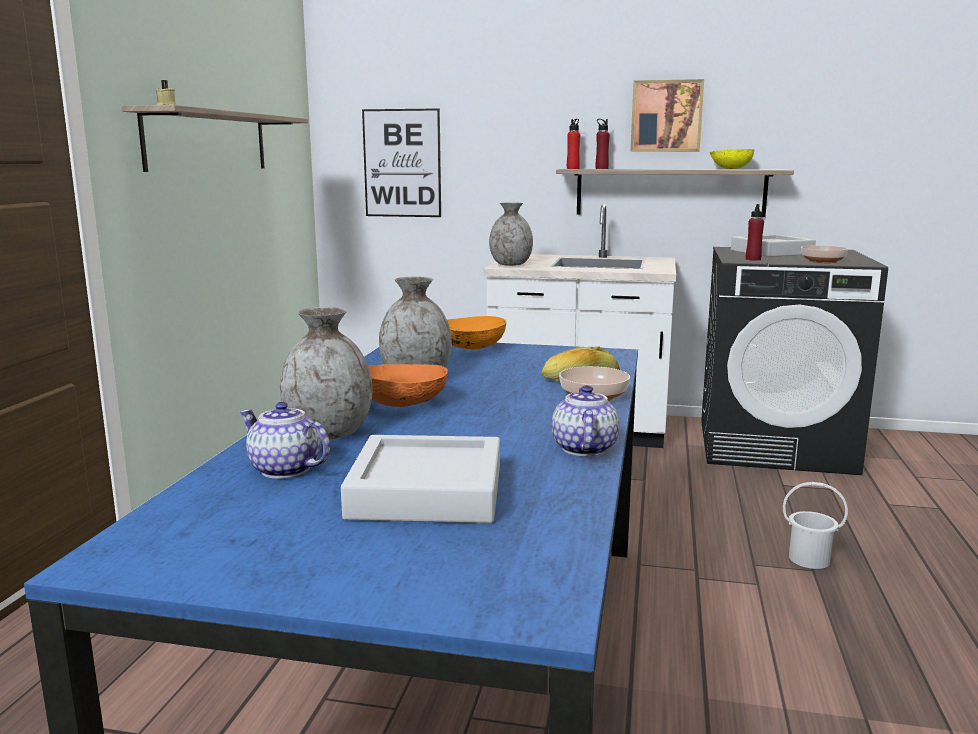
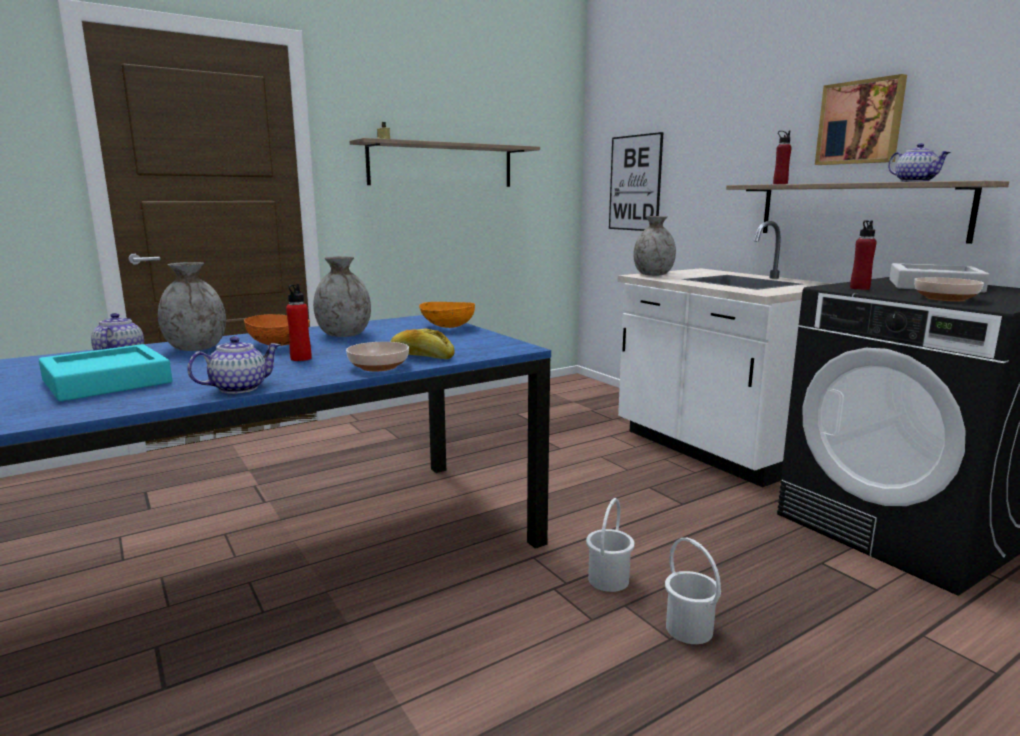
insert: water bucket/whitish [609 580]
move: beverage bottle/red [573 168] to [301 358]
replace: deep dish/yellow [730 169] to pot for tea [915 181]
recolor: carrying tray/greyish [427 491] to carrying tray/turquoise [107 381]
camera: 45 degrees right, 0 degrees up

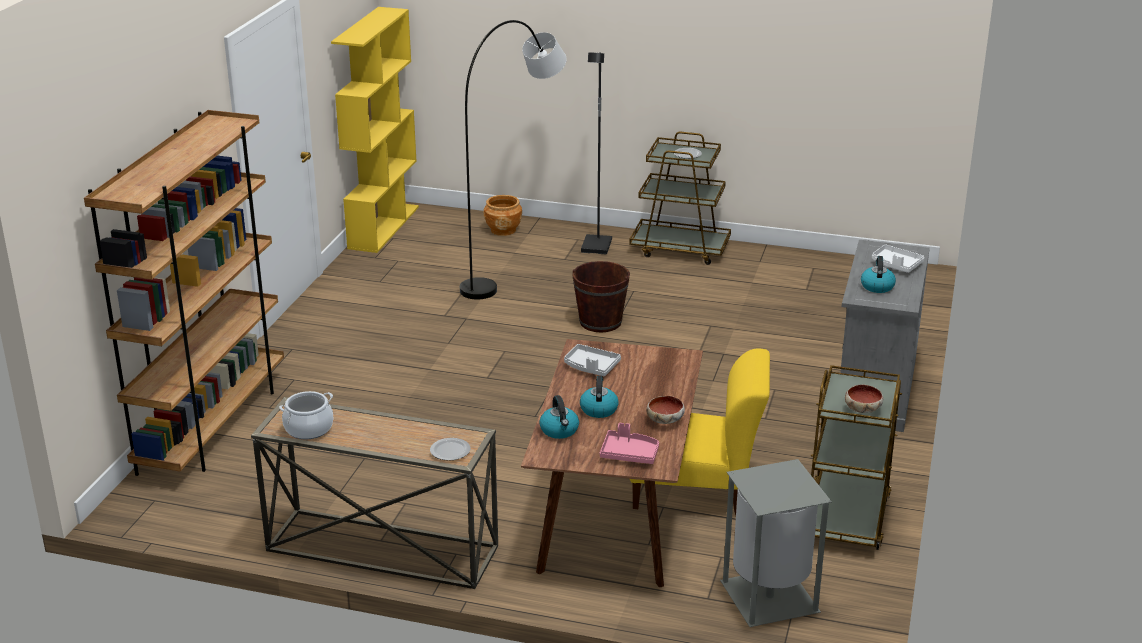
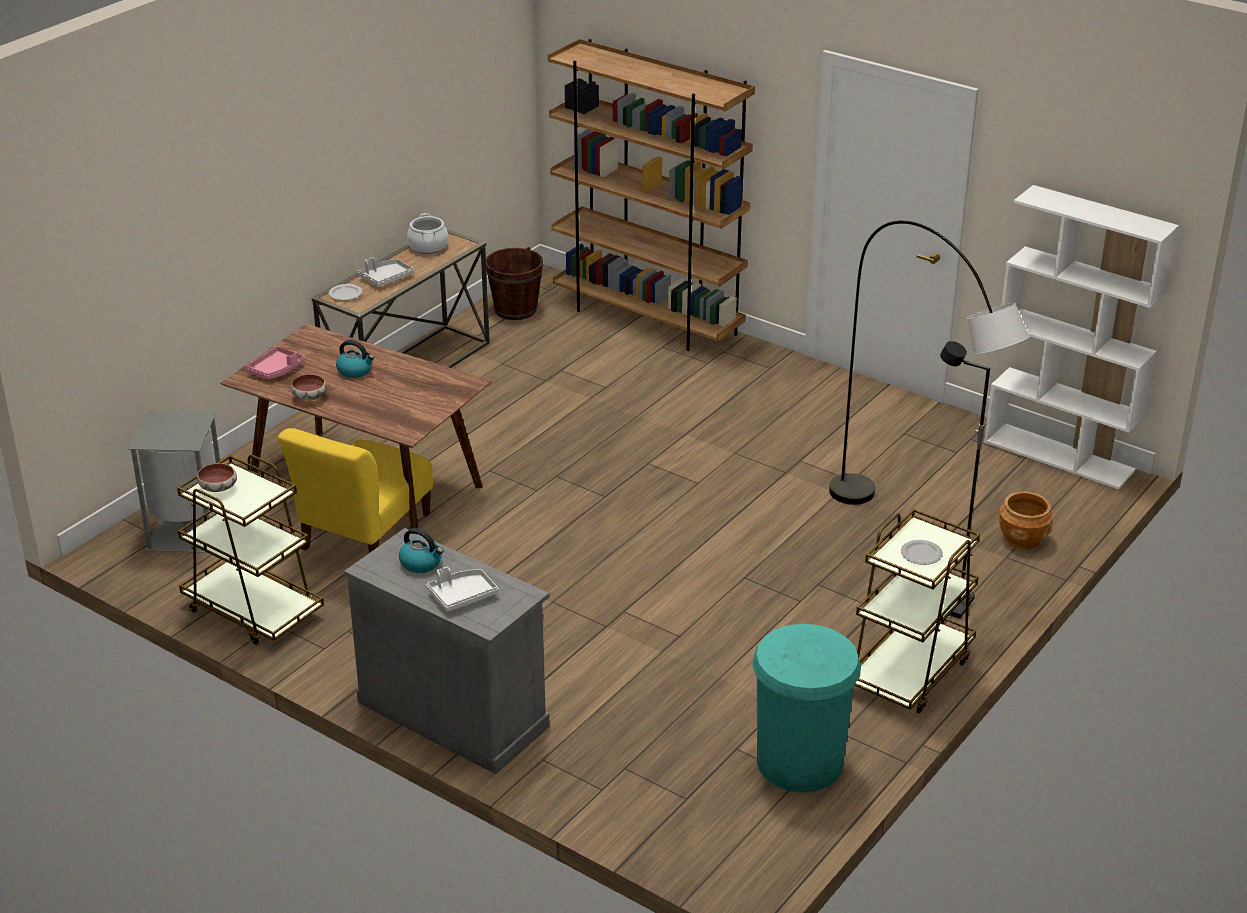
delete: kettle [559 430]
insert: waste bin/turquoise [800 762]
move: water bucket/brown-coloured [600 322] to [515 309]; carrying tray/greyish [591 367] to [386 278]
recolor: bookcase/yellow [383 227] to bookcase/whitish [1060 456]
camera: 110 degrees right, 5 degrees up

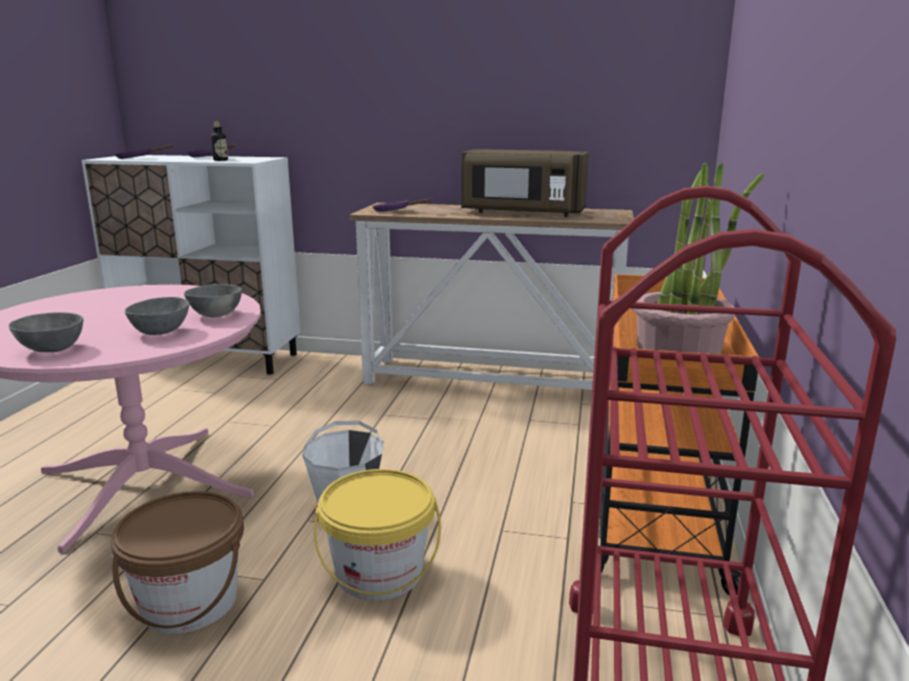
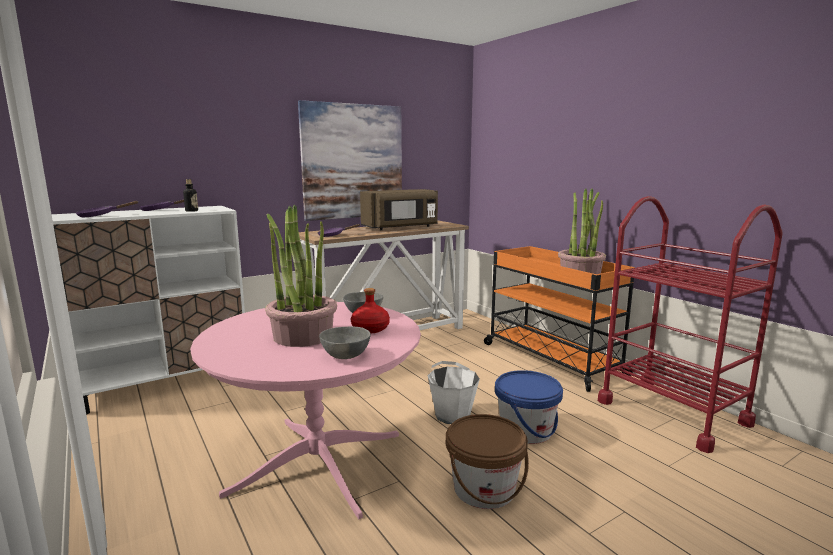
insert: wall art [353 161]; plant in a pot [303 335]
replace: deep dish/greyish [162 331] to beverage bottle/red [370 328]
recolor: water bucket/yellow [379 573] to water bucket/blue [526 430]
camera: 45 degrees left, 5 degrees down

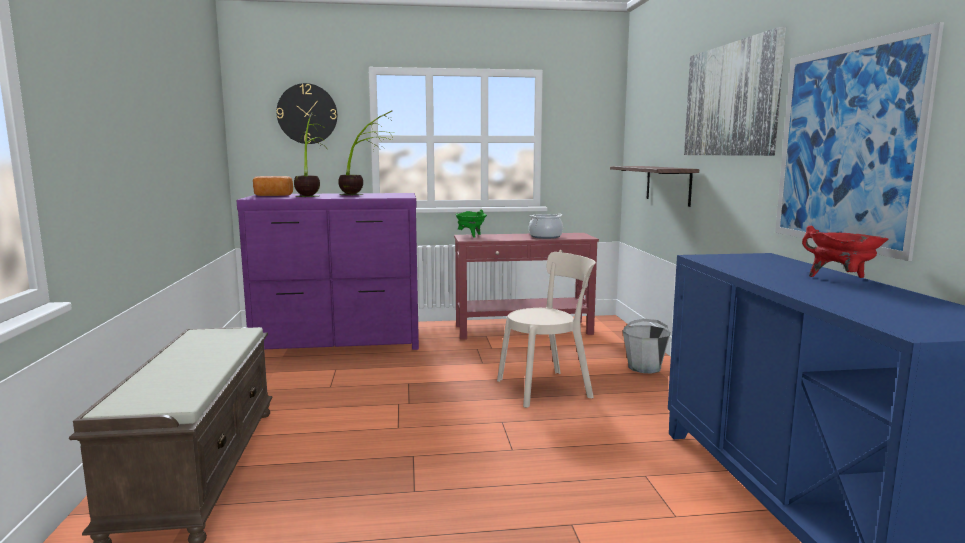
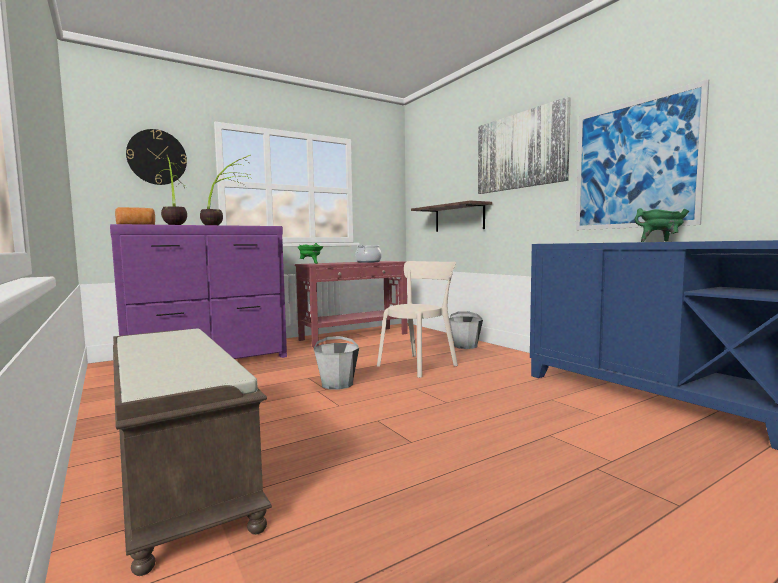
insert: water bucket/greyish [337 384]
recolor: cooking pot/red [841 280] to cooking pot/green [661 241]
camera: 25 degrees left, 5 degrees down

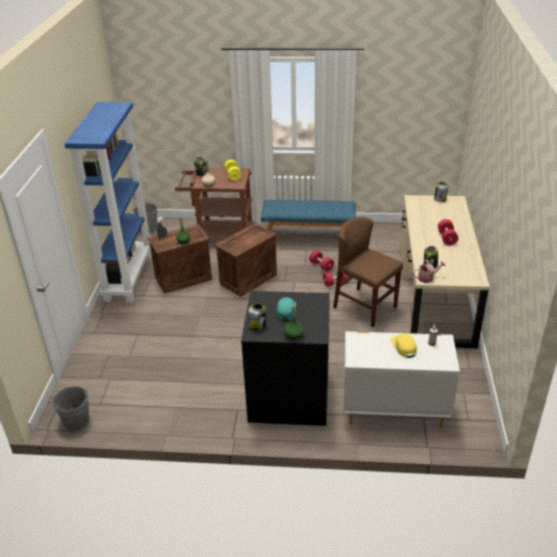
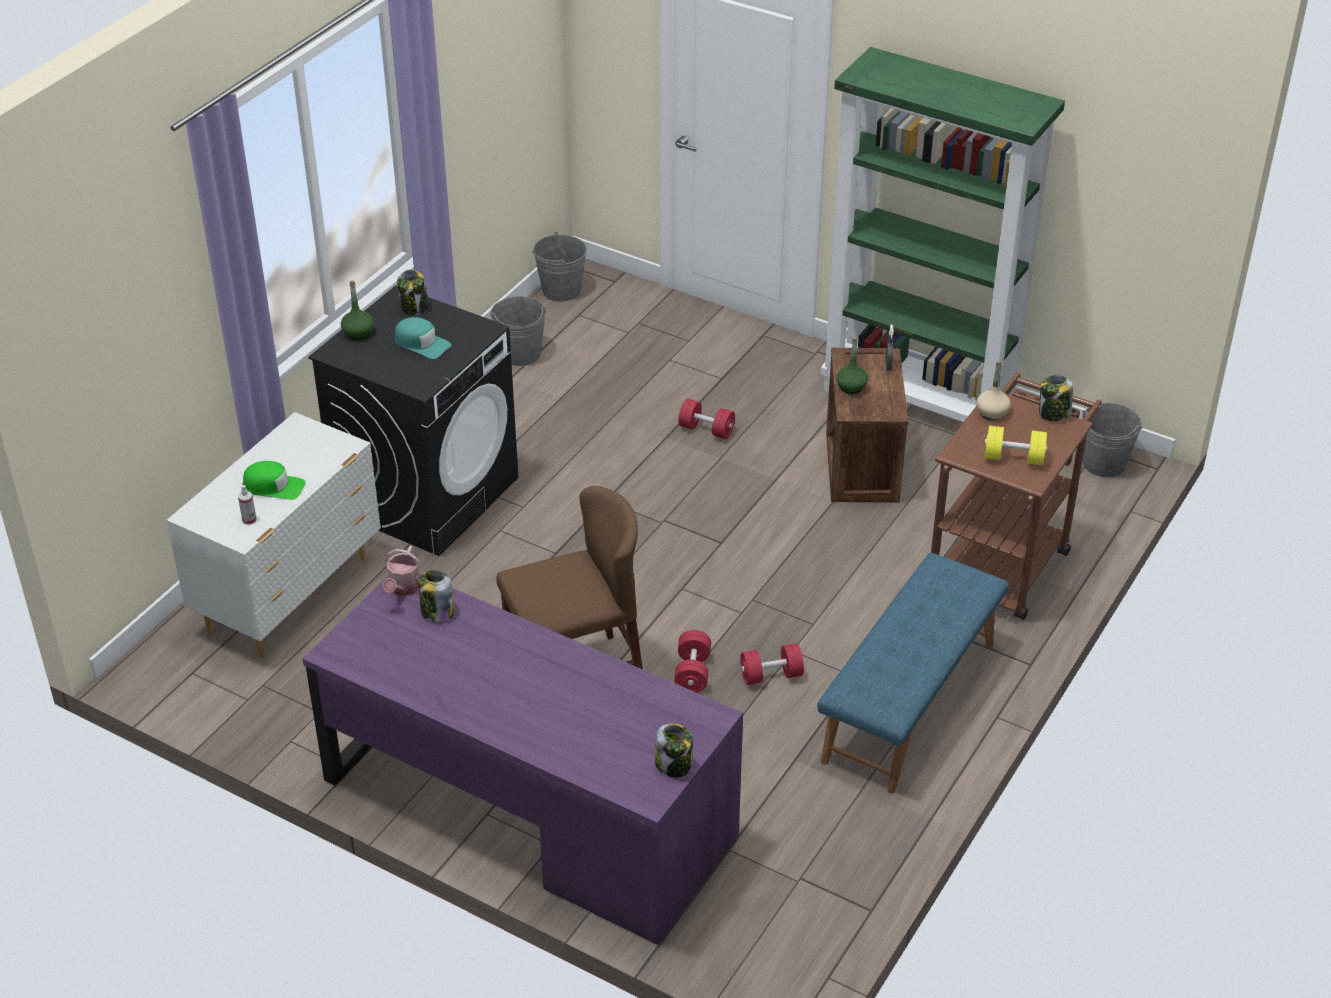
delete: packing crate [248 279]
insert: water bucket/greyish [520 354]
move: free weight/red [447 238] to [706 430]
recolor: bookcase/blue [128 276] to bookcase/green [919 402]; desk/sand-coloured [434 295] to desk/purple [528 809]; peaked cap/yellow [403 346] to peaked cap/green [273 486]
camera: 115 degrees right, 5 degrees up

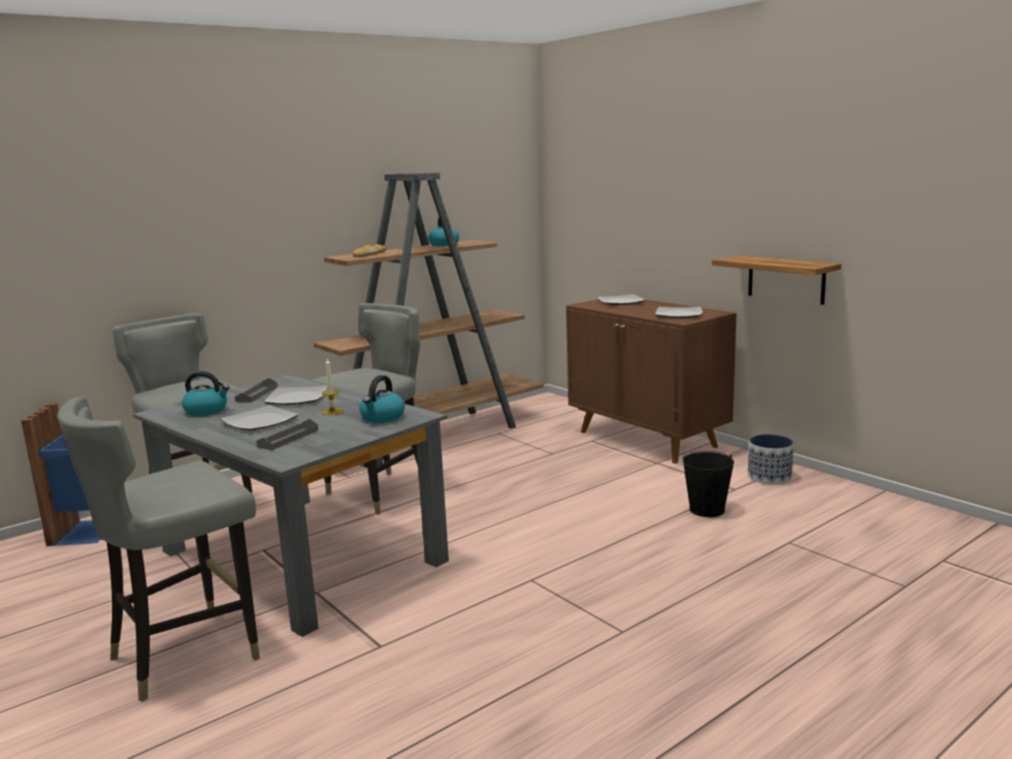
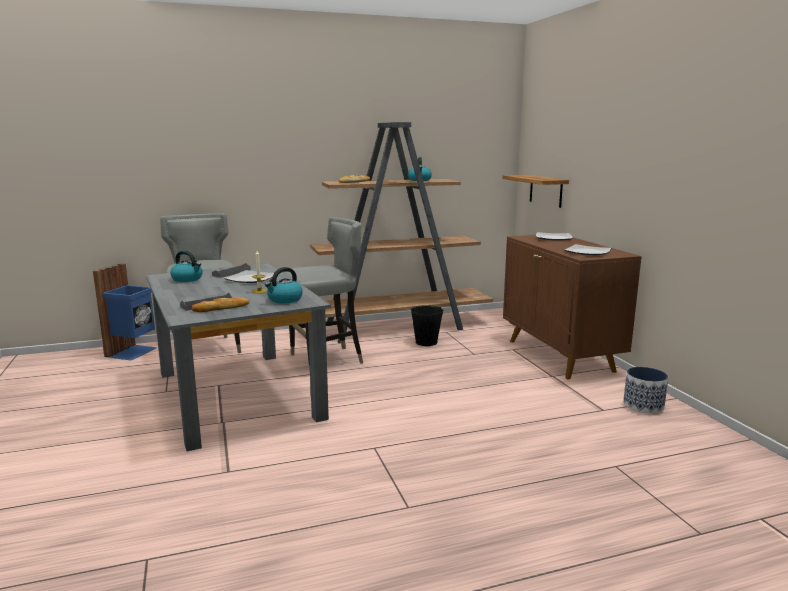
delete: chair/greyish [186 654]; plate [260 422]
insert: baked bread [221 308]
move: wall shelf [786 279] to [546 190]; water bucket/black [707 510] to [426 342]
camera: 20 degrees right, 0 degrees up

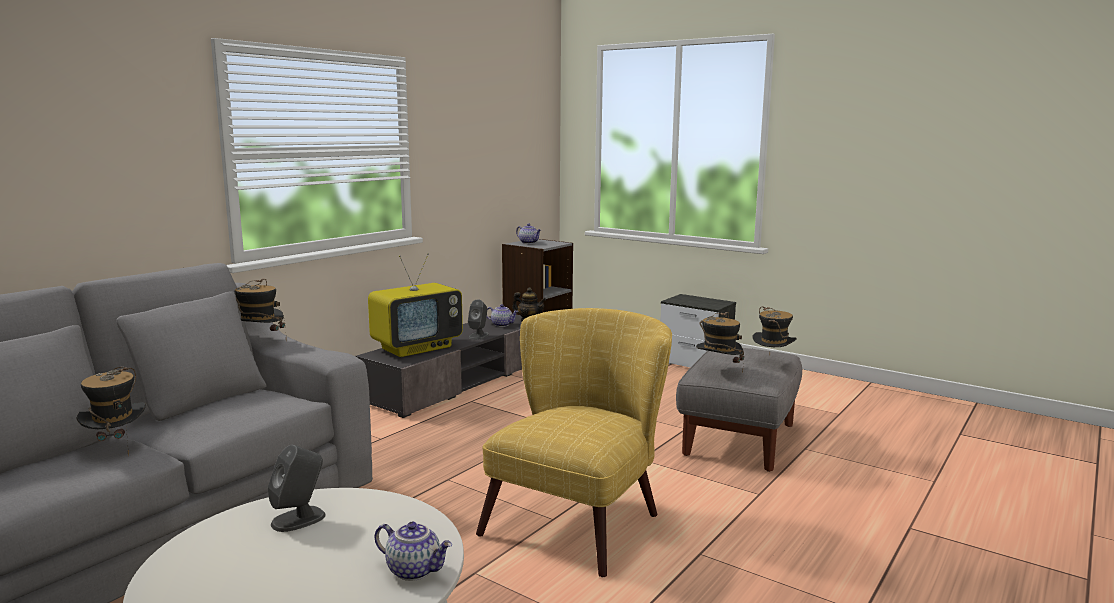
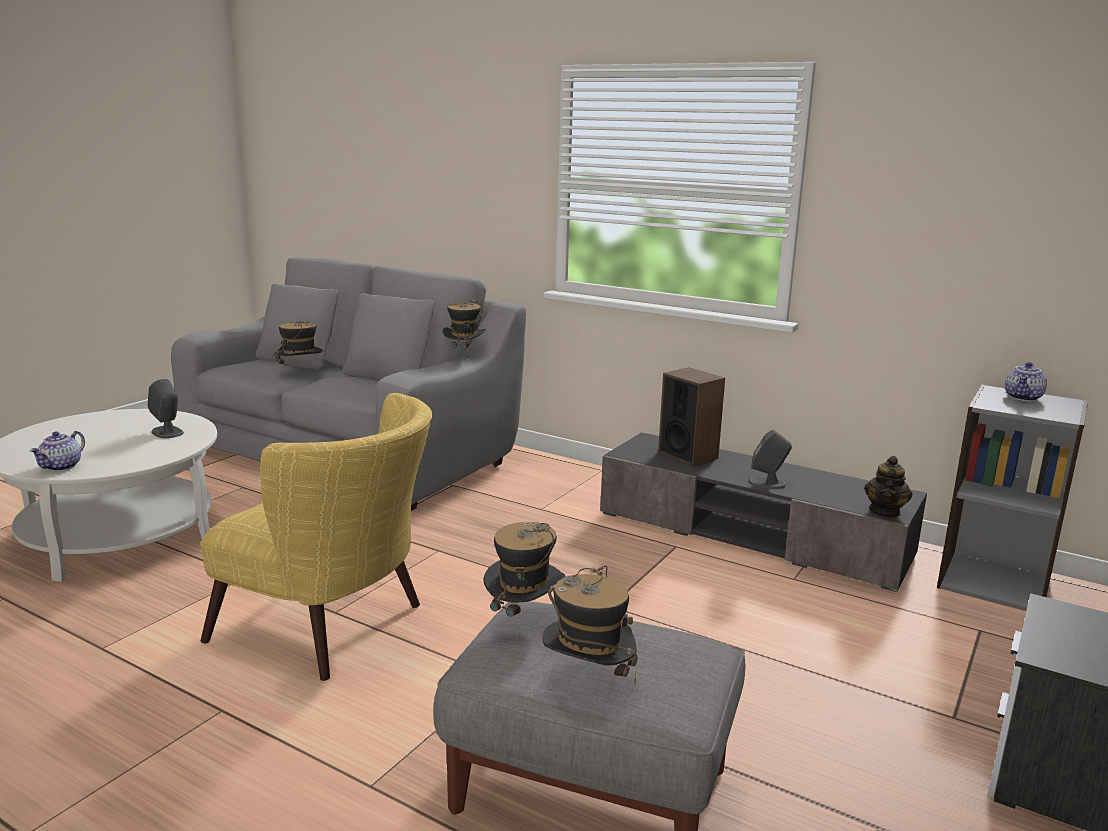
delete: pot for tea [502 325]
replace: television [417 347] to loudspeaker [688 455]
camera: 85 degrees right, 5 degrees up

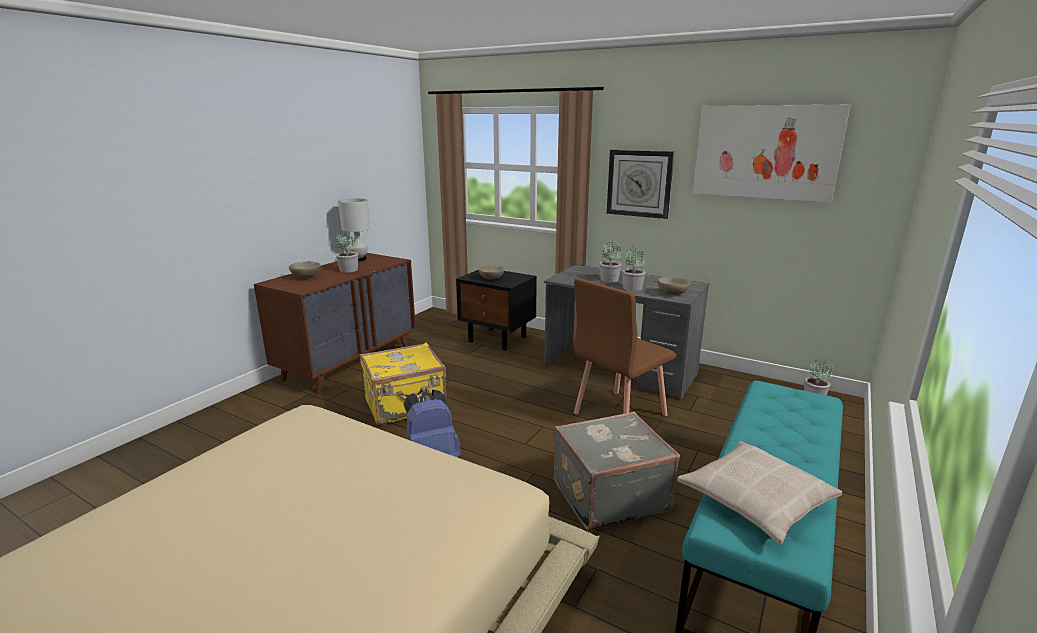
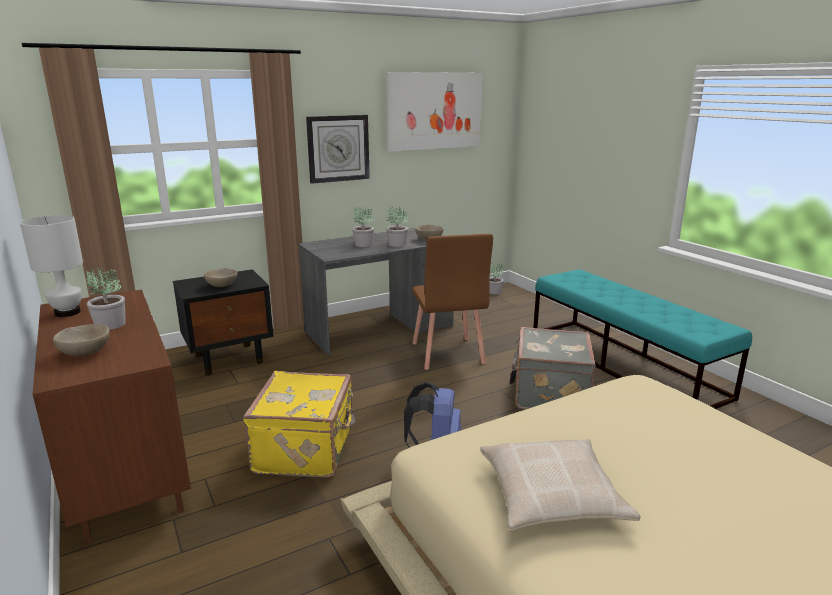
move: pillow/sand-coloured [755 500] to [551 496]
camera: 60 degrees left, 0 degrees up

